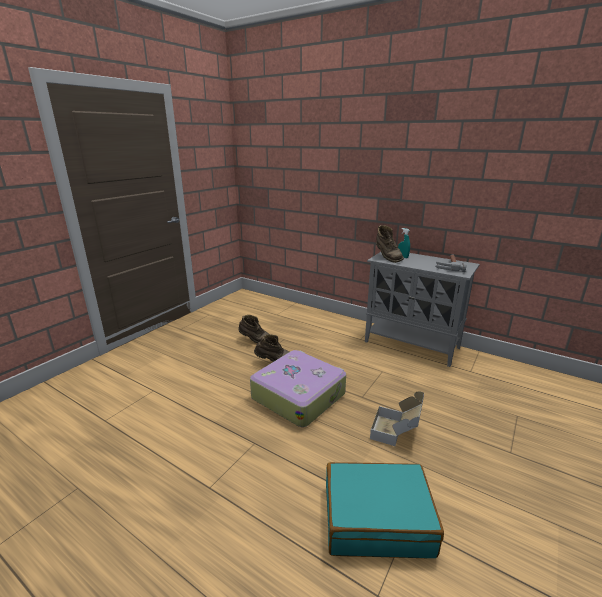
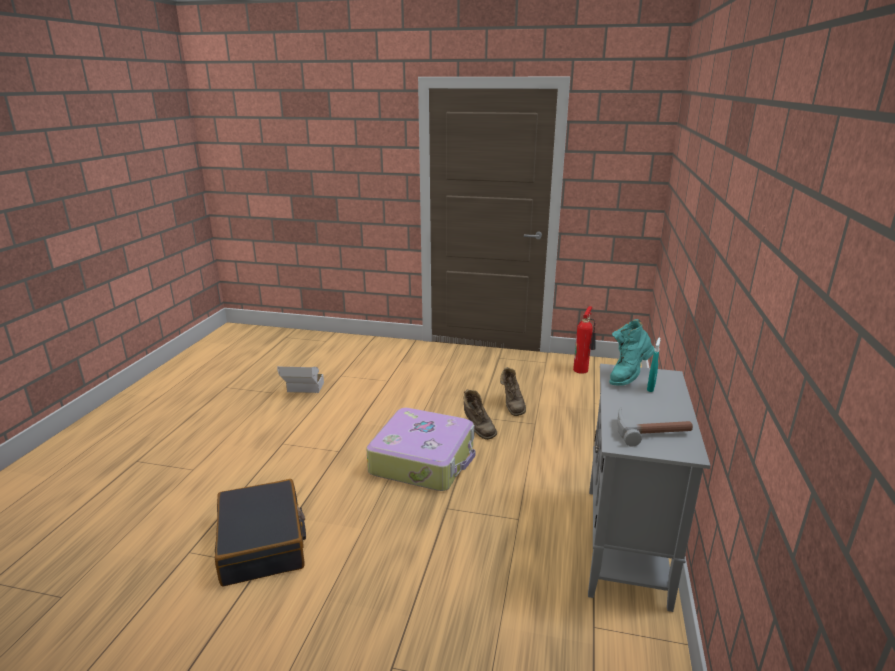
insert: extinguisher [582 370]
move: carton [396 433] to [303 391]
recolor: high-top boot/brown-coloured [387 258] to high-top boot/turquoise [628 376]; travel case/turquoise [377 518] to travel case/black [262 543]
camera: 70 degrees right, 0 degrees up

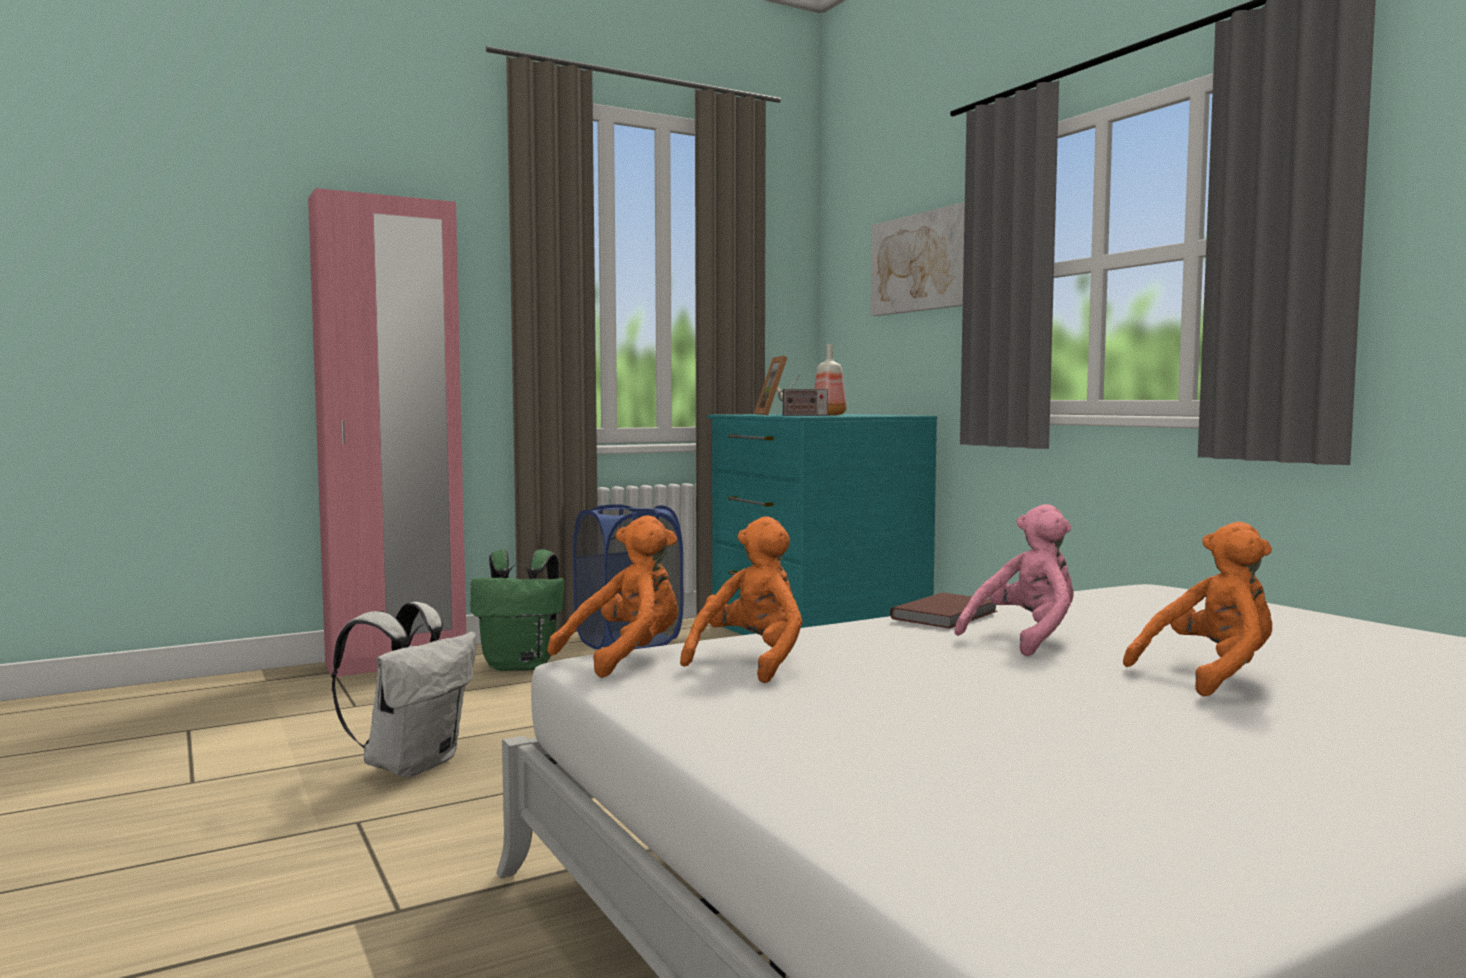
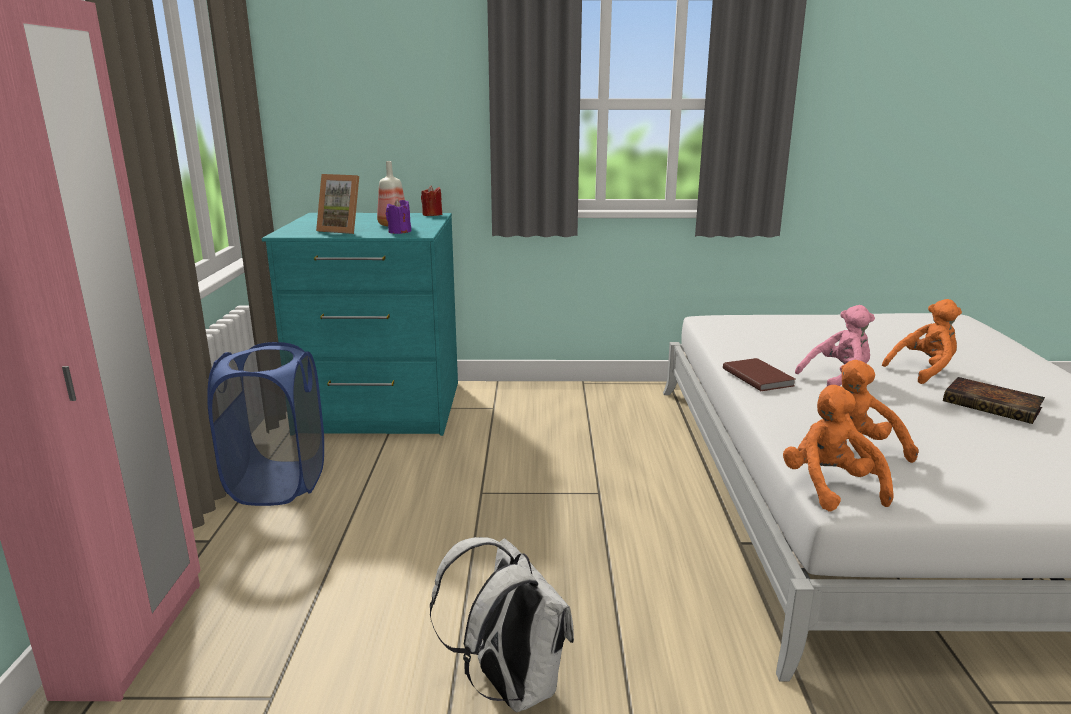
delete: wall art [921 263]; backpack/green [521 665]
insert: wax candle/red [432 215]; book [994 405]
replace: radio [802 415] to wax candle/purple [399 232]
rotate: cuddly toy/pinkish [1026 638] = [837 379] 75 degrees clockwise; cuddly toy/orange-coloured [1211 675] = [923 371] 60 degrees clockwise
camera: 60 degrees left, 15 degrees up

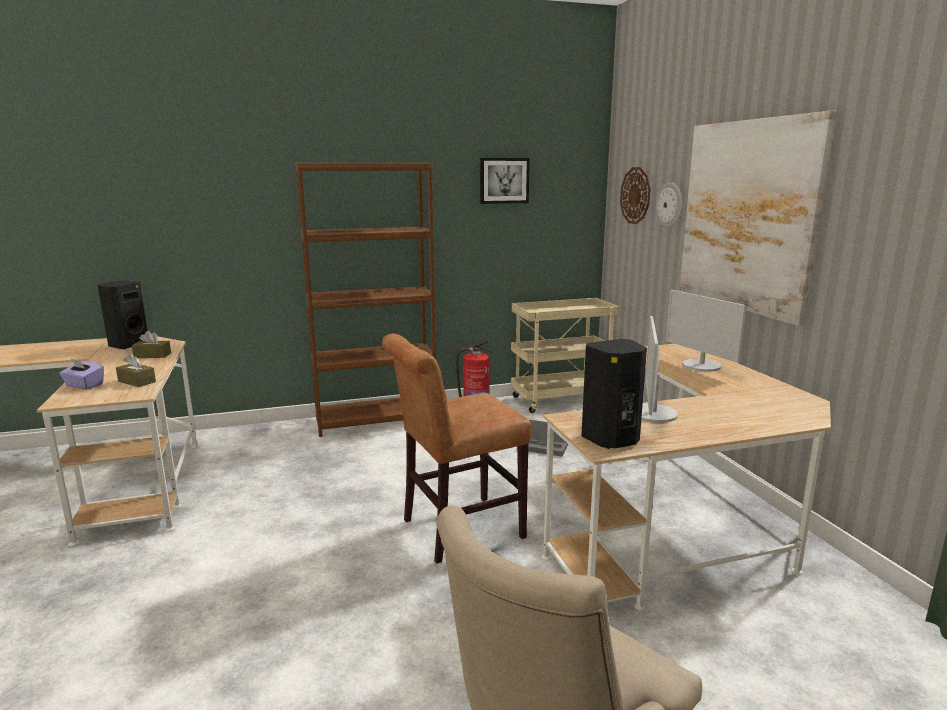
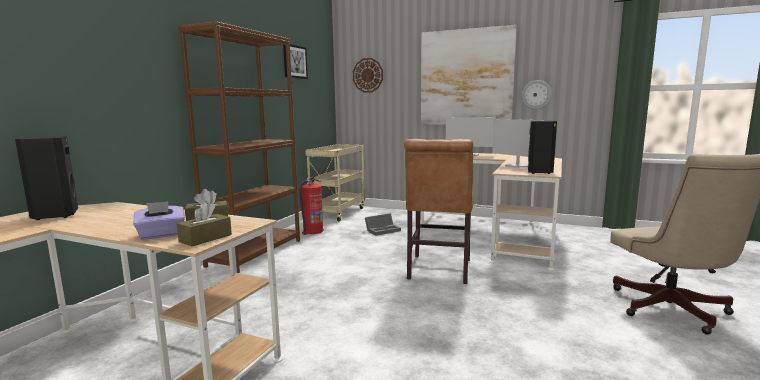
move: wall clock [670 205] to [536 95]; tissue holder/brown-coloured [152 355] to [205 238]
camera: 50 degrees left, 5 degrees down

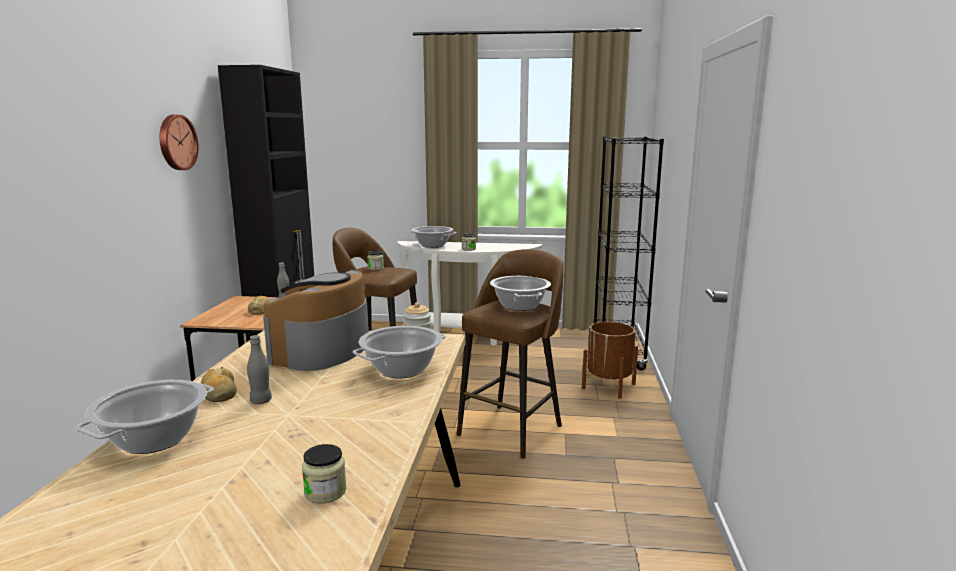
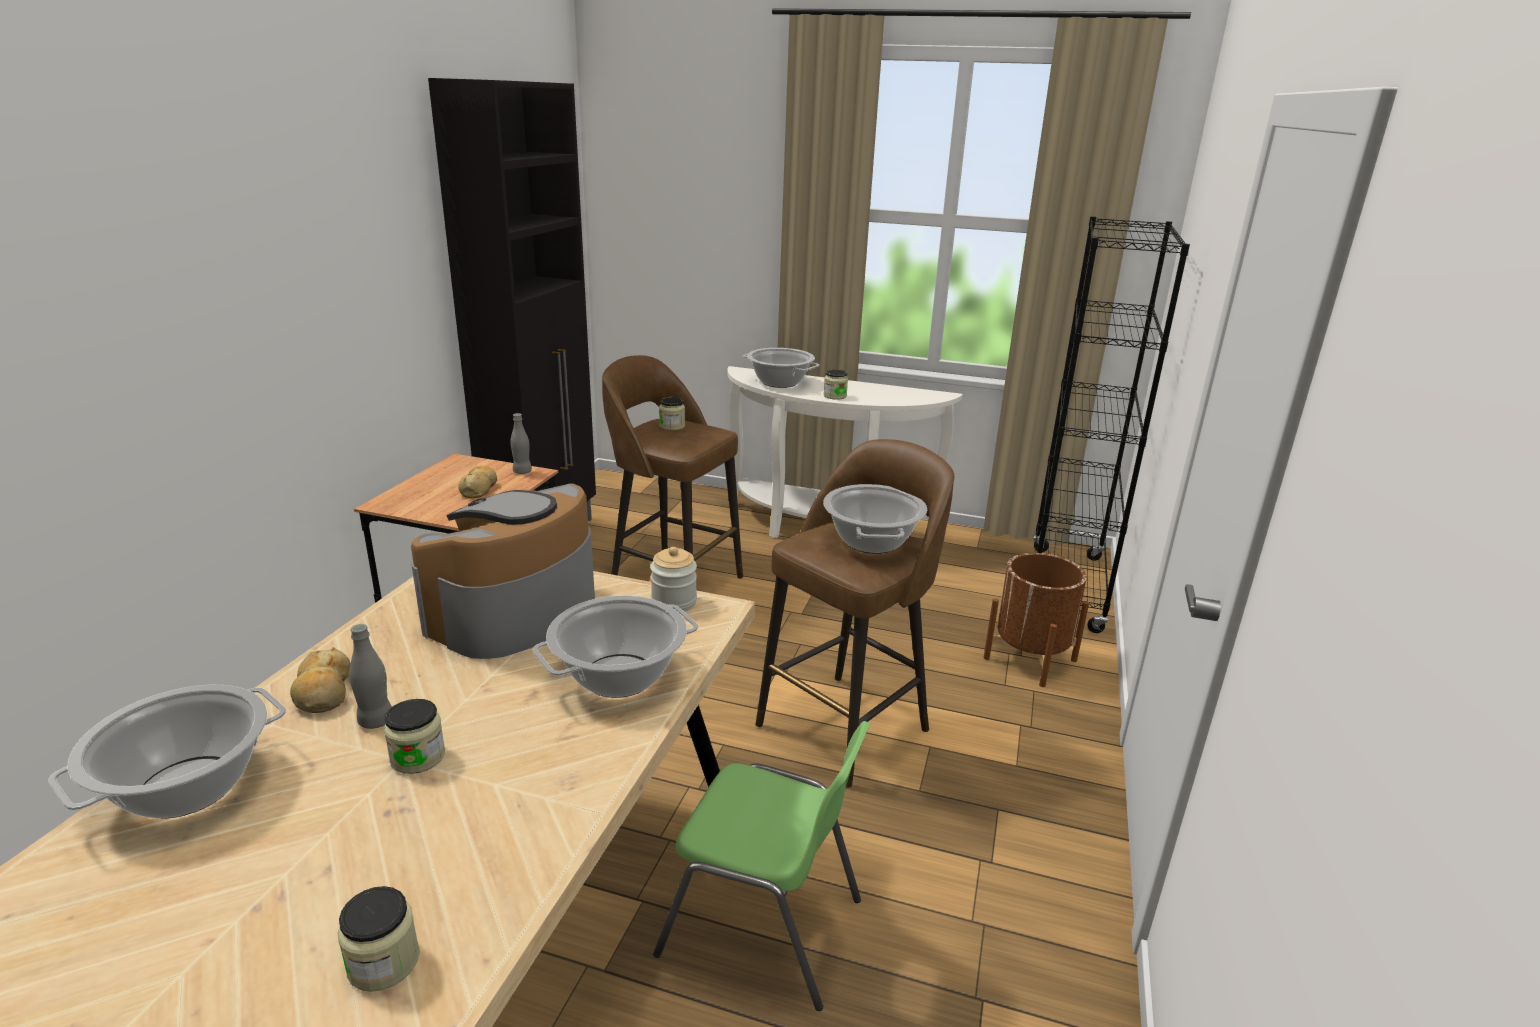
delete: wall clock [176 142]
insert: preserve jar [418 757]; chair/green [764 927]
camera: 10 degrees right, 10 degrees up

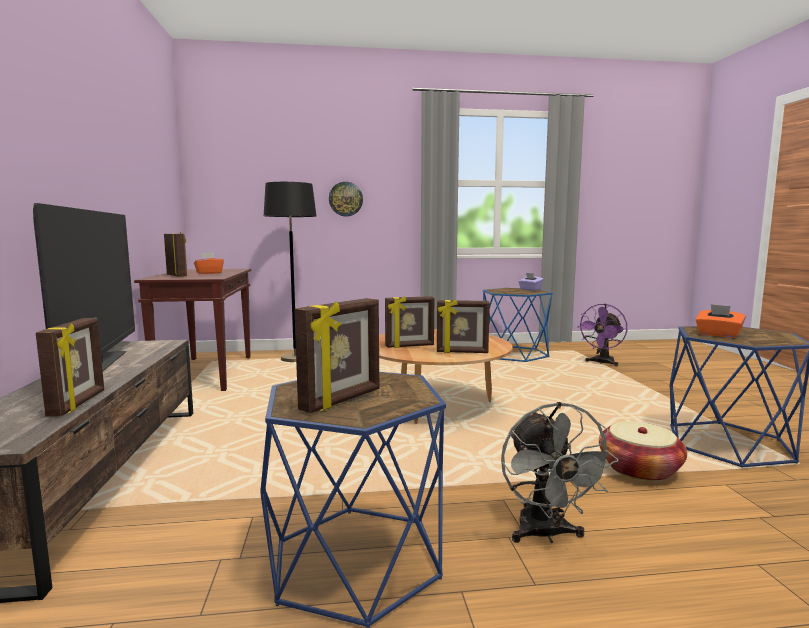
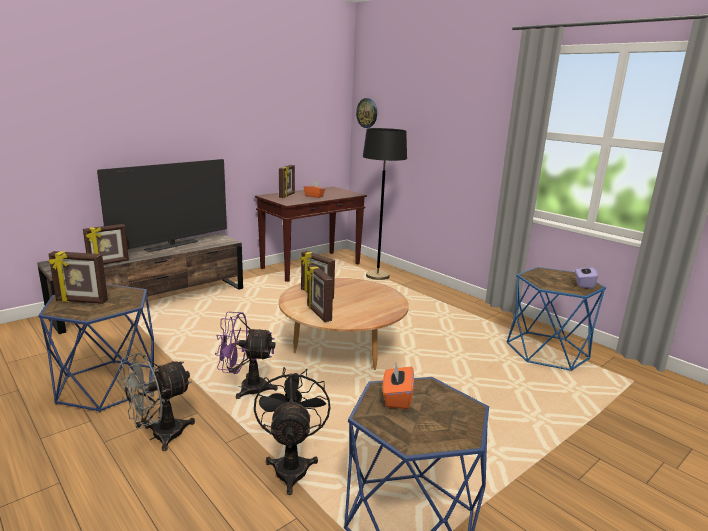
move: wall clock [345 199] to [367 113]; fan/purple [602 363] to [246 388]
replace: storage basket [639 469] to fan/black [291 465]
camera: 55 degrees right, 10 degrees up

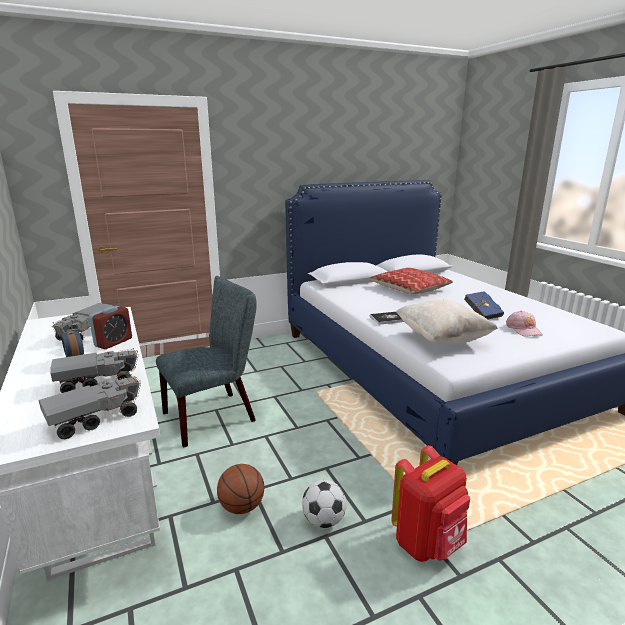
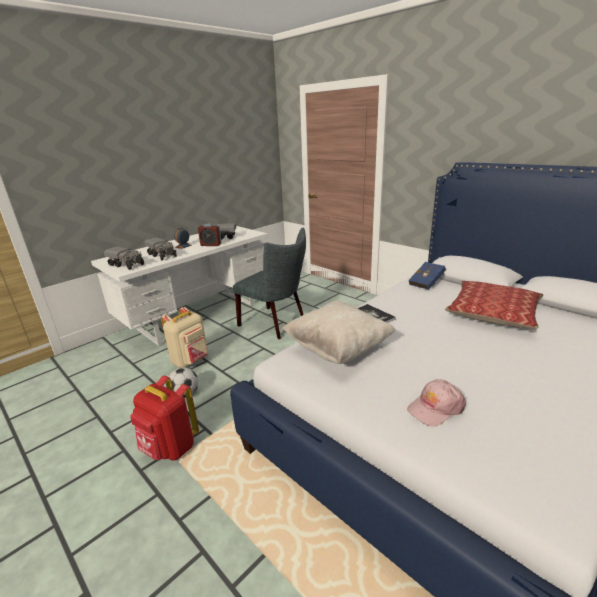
move: book/blue [481 314] to [427 283]
replace: basketball [241 506] to backpack/sand-coloured [191 361]
camera: 70 degrees right, 5 degrees up

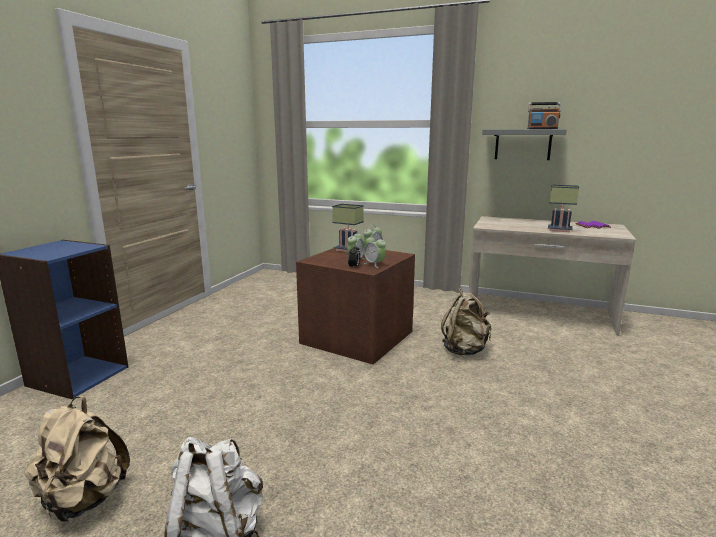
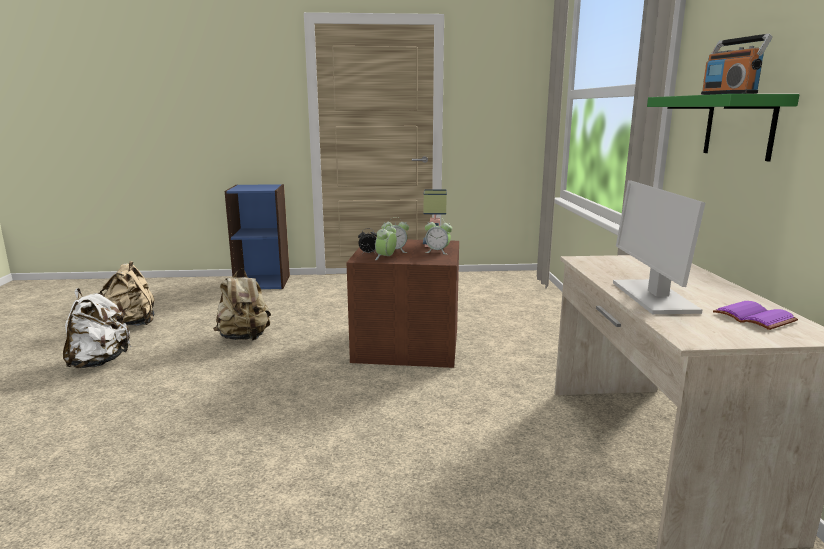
move: backpack/sand-coloured [464 350] to [245 338]
replace: table lamp [560 230] to computer display [652 297]
recolor: wall shelf/greyish [523 144] to wall shelf/green [739 126]
camera: 65 degrees right, 0 degrees up

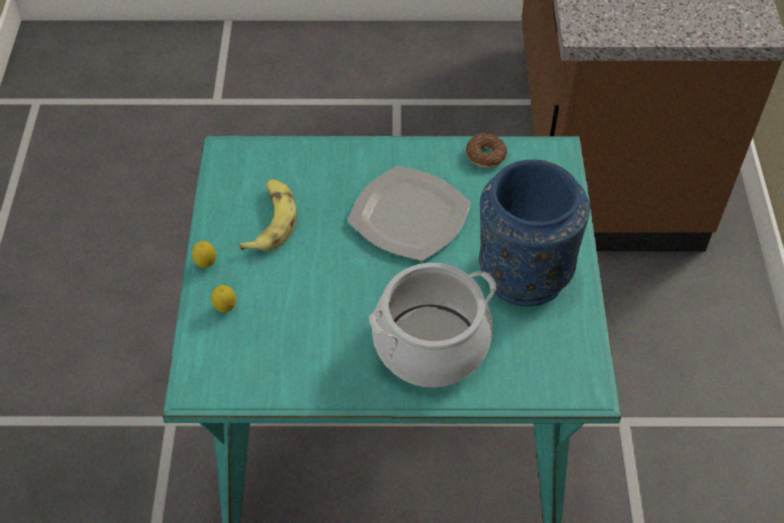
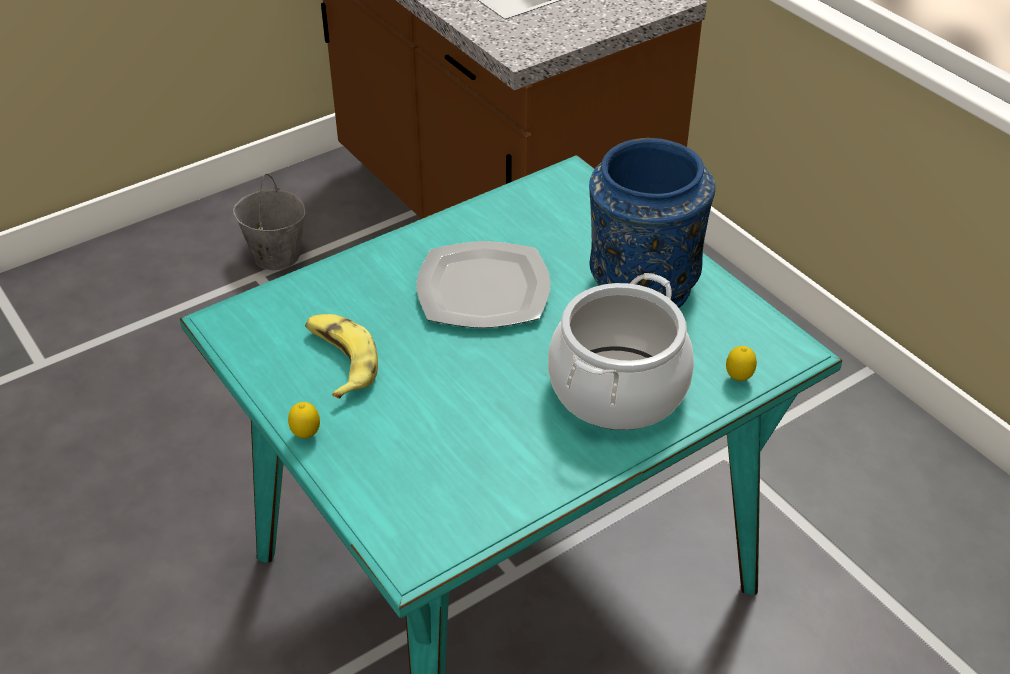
delete: donut [485 155]
insert: water bucket/greyish [275 256]
move: whole lemon [225 309] to [738 379]
camera: 35 degrees left, 10 degrees down

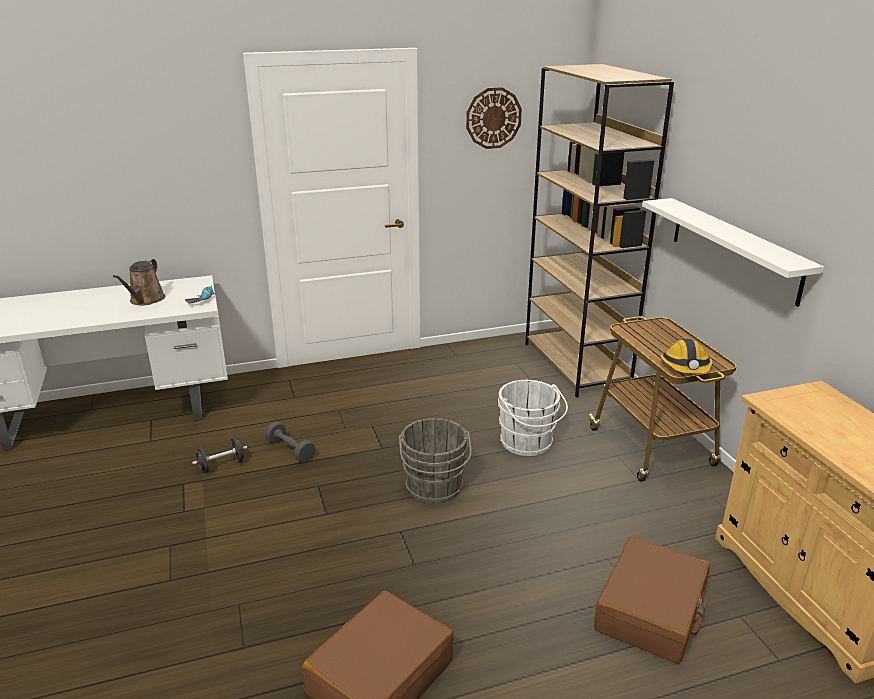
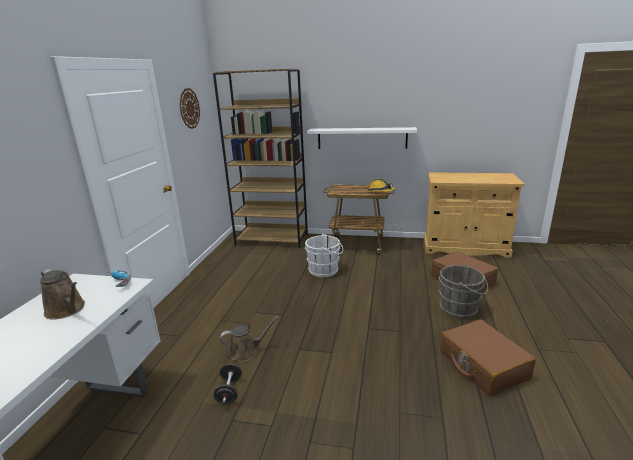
move: water bucket/greyish [434 488] to [461 309]
replace: free weight/greyish [291 450] to sprinkling can/brown-coloured [246 352]
camera: 60 degrees left, 5 degrees down

